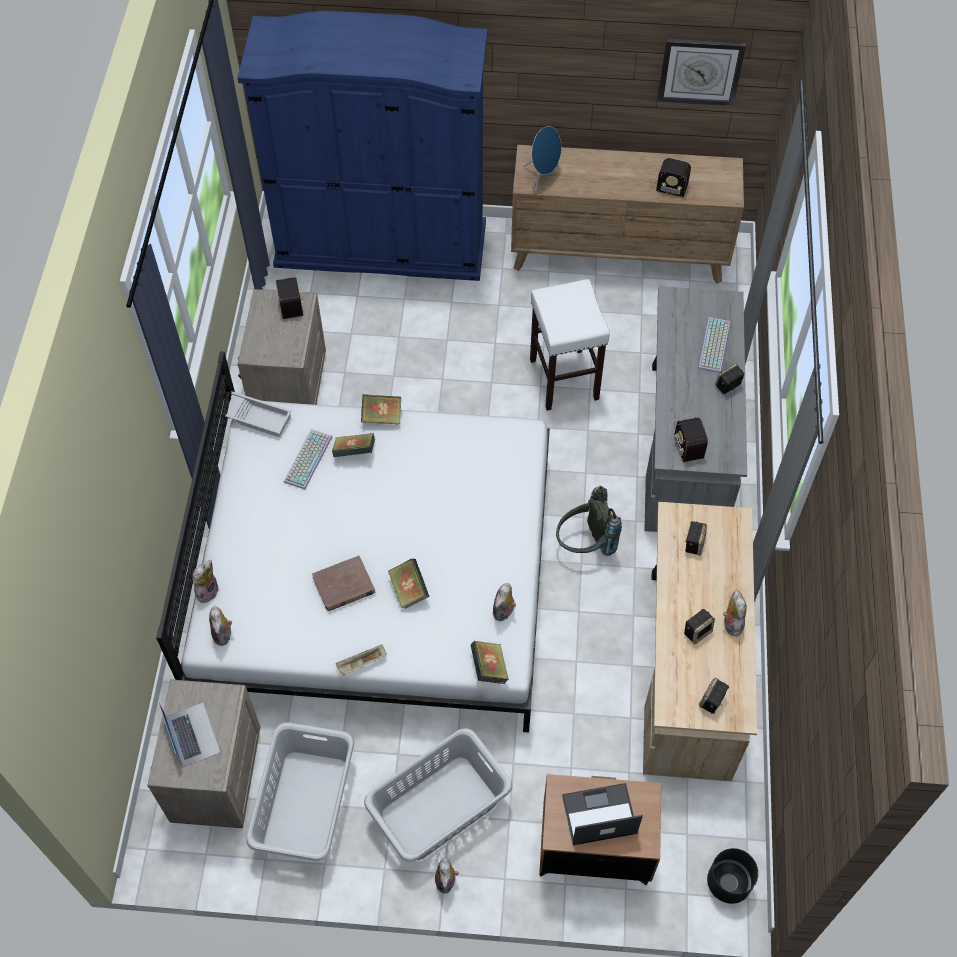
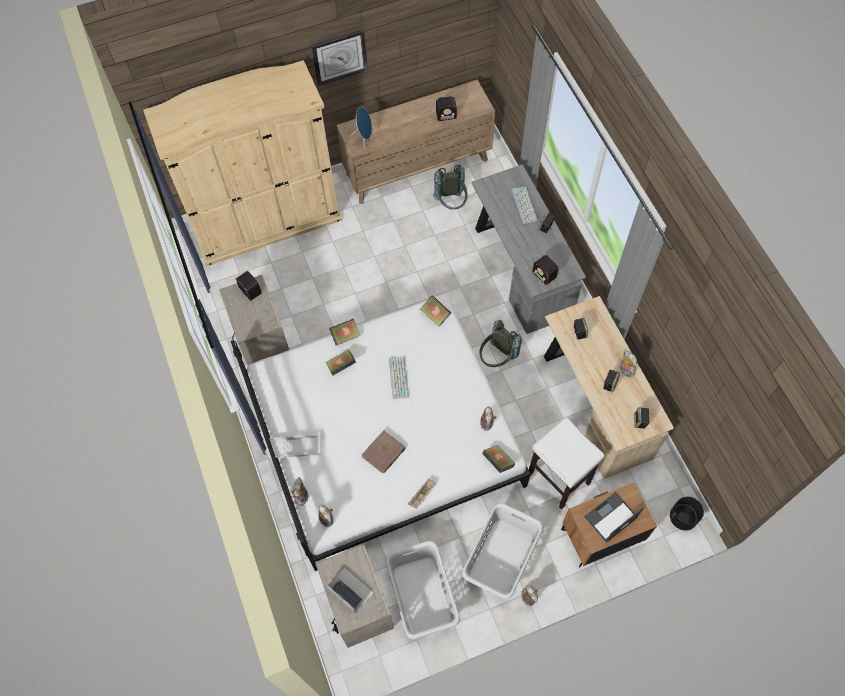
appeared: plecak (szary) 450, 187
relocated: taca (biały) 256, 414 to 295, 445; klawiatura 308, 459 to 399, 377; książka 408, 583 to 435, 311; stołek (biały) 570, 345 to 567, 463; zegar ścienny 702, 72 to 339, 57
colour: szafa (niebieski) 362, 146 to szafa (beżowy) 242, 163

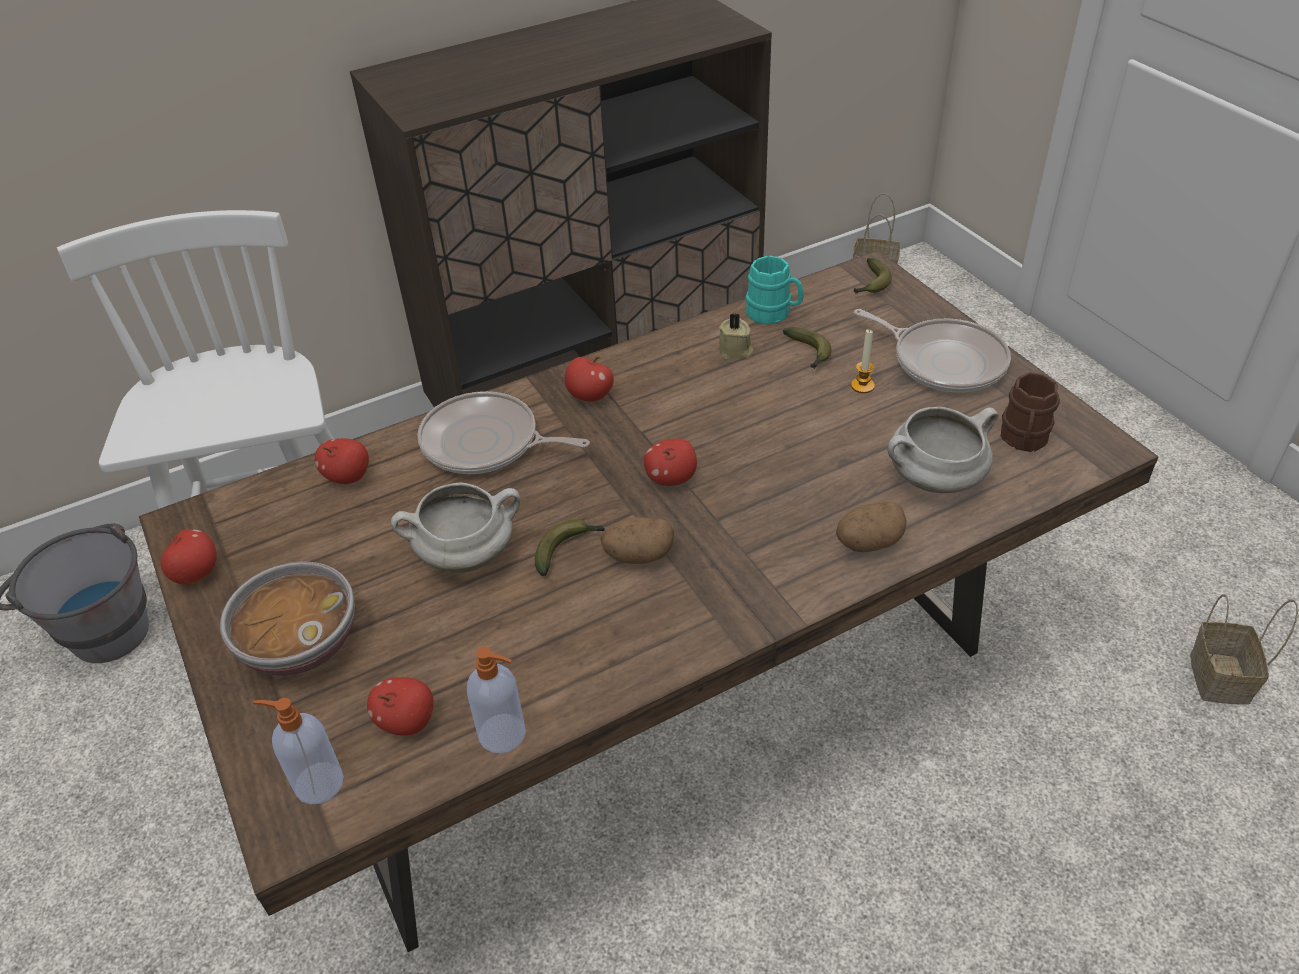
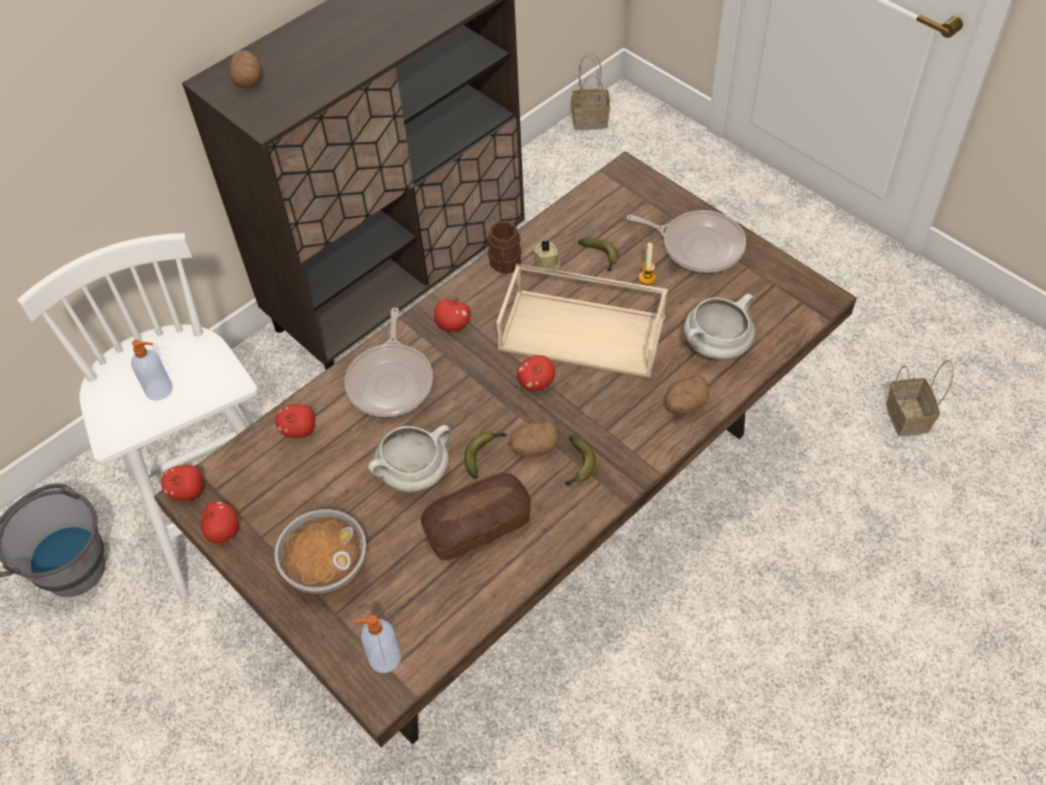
missing: kubek (turkusowy) 774, 290
appeared: ziemniak 245, 69; chleb 476, 516; taca (beżowy) 582, 321
relocated: jabłko 400, 706 to 182, 482; dozownik mydła 496, 700 to 152, 370; banan 873, 276 to 580, 461; kubek (brązowy) 1030, 412 to 505, 247
spun: patelnia 503, 432 = 389, 362 90 degrees counterclockwise

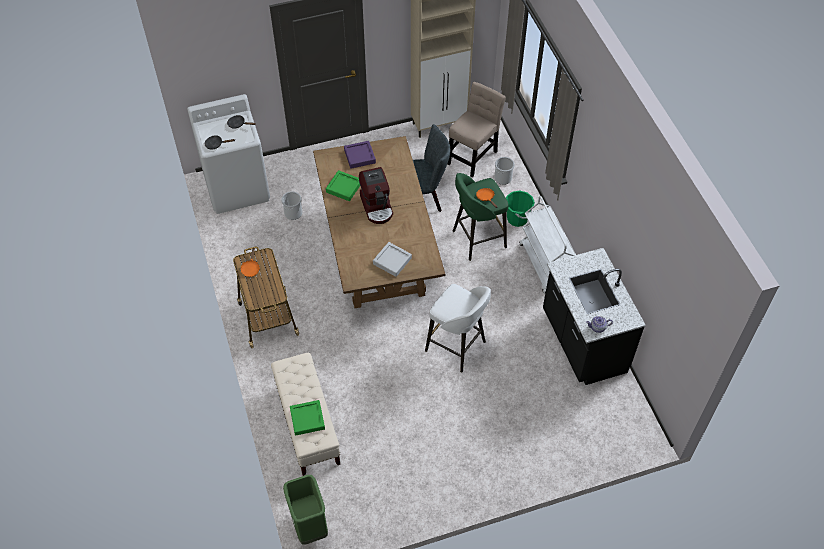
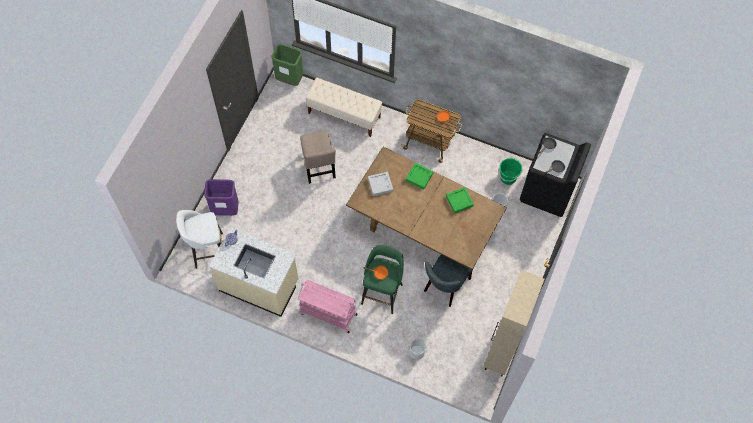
missing: taca (fioletowy) 360, 155; ekspres do kawy 376, 195
appeared: kosz na śmieci (fioletowy) 221, 197
relocated: taca (zielony) 307, 418 to 419, 176; stołek (biały) 458, 328 to 199, 239; krzesło (beżowy) 476, 129 to 318, 157; wiadro (zielony) 520, 209 to 510, 171
colour: pralka (biały) 228, 154 to pralka (czarny) 555, 175; wózek (biały) 547, 244 to wózek (różowy) 327, 306; zabudowa kuchenna (czarny) 594, 316 to zabudowa kuchenna (beżowy) 253, 272

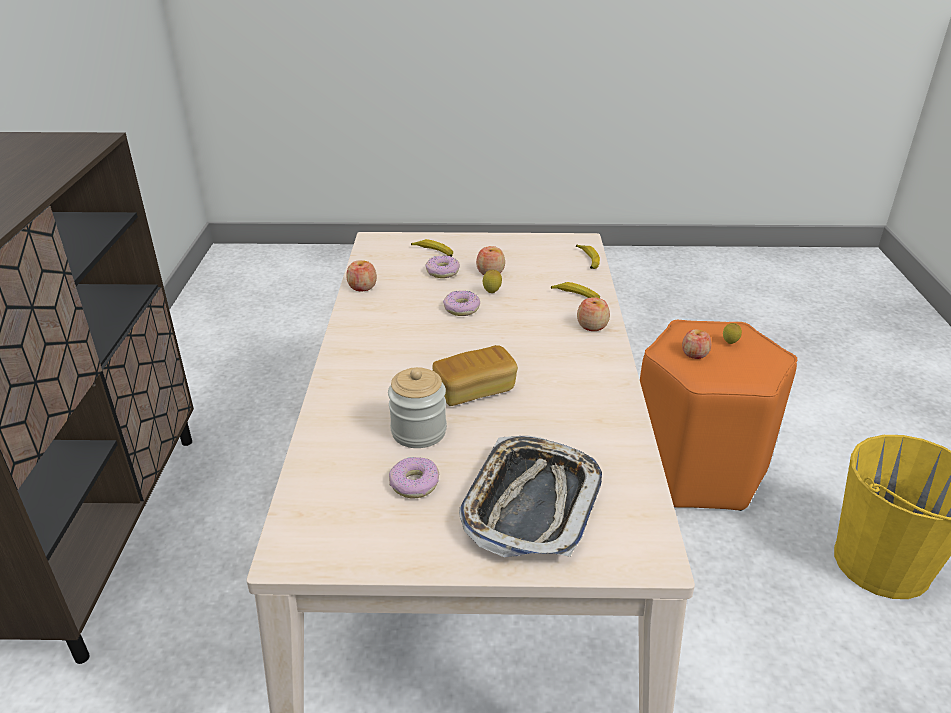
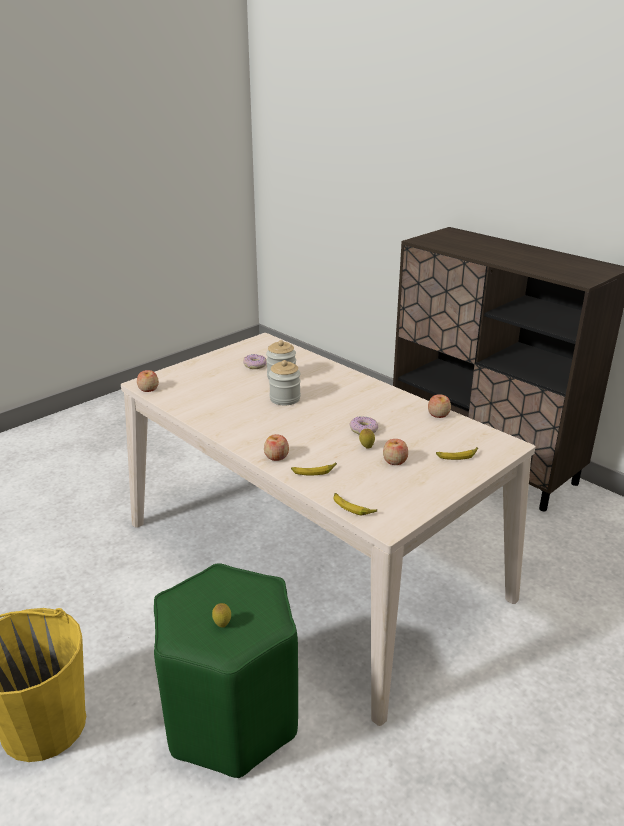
missing: donut 442, 266; taca 530, 497
relocated: jabłko 696, 344 to 148, 381
exchanged: chleb 475, 375 to słoik 285, 382
colour: stołek (pomarańczowy) 718, 415 to stołek (zielony) 226, 670

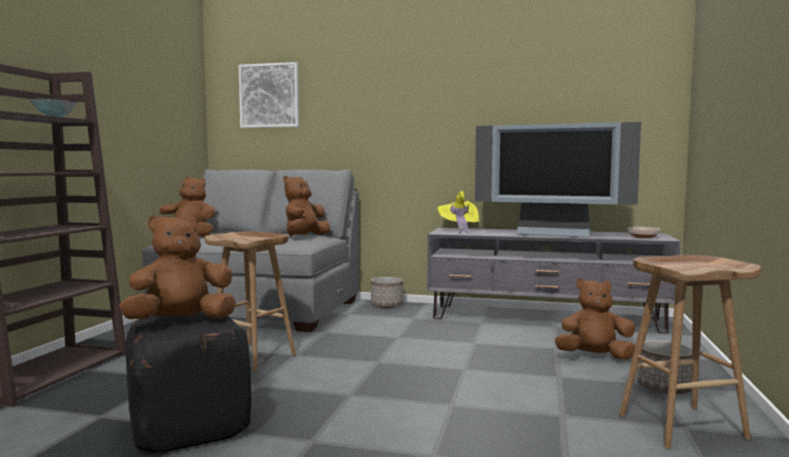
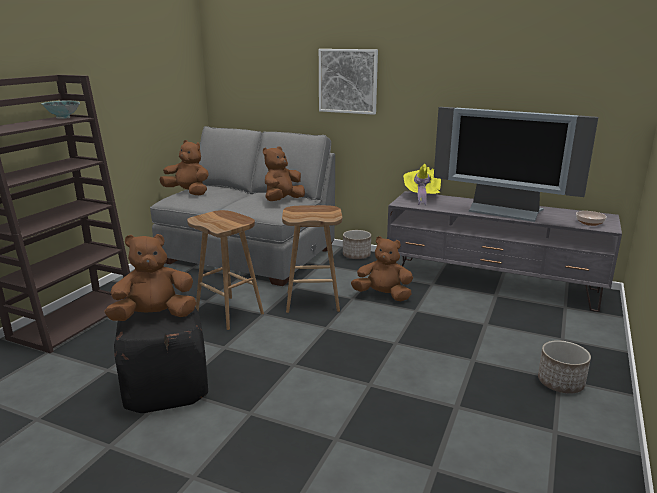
relocated: obraz 269, 95 to 348, 82; pluszak (brązowy) 595, 319 to 382, 268; stołek (brązowy) 690, 352 to 312, 259

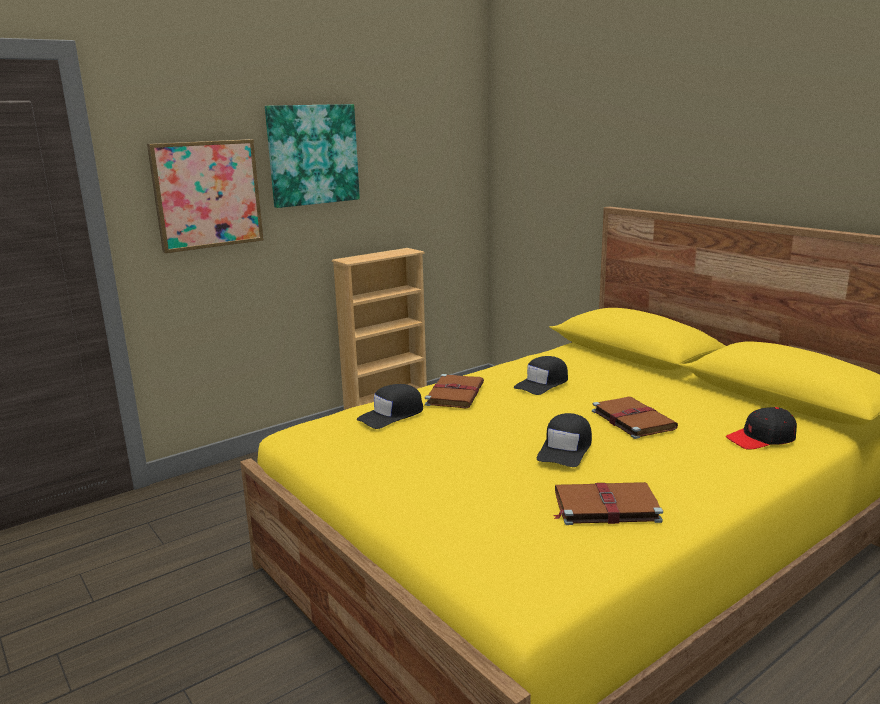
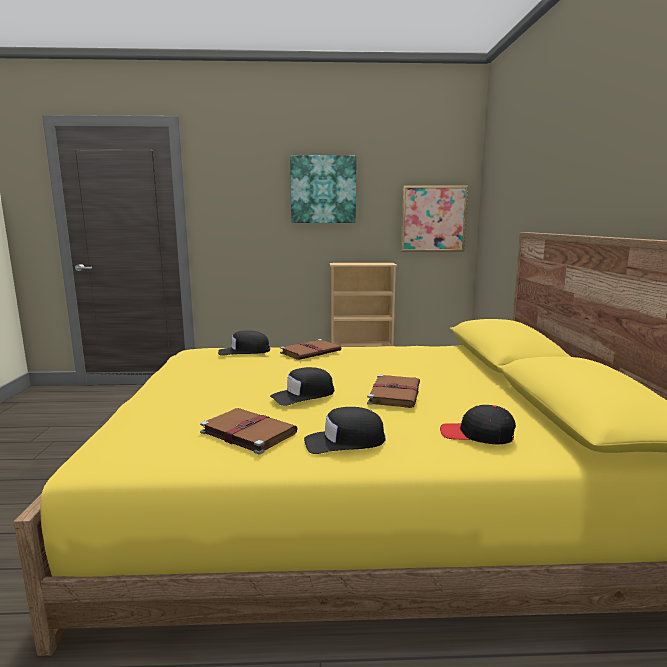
relocated: obraz 205, 196 to 434, 219; czapka z daszkiem (czarny) 541, 375 to 345, 430

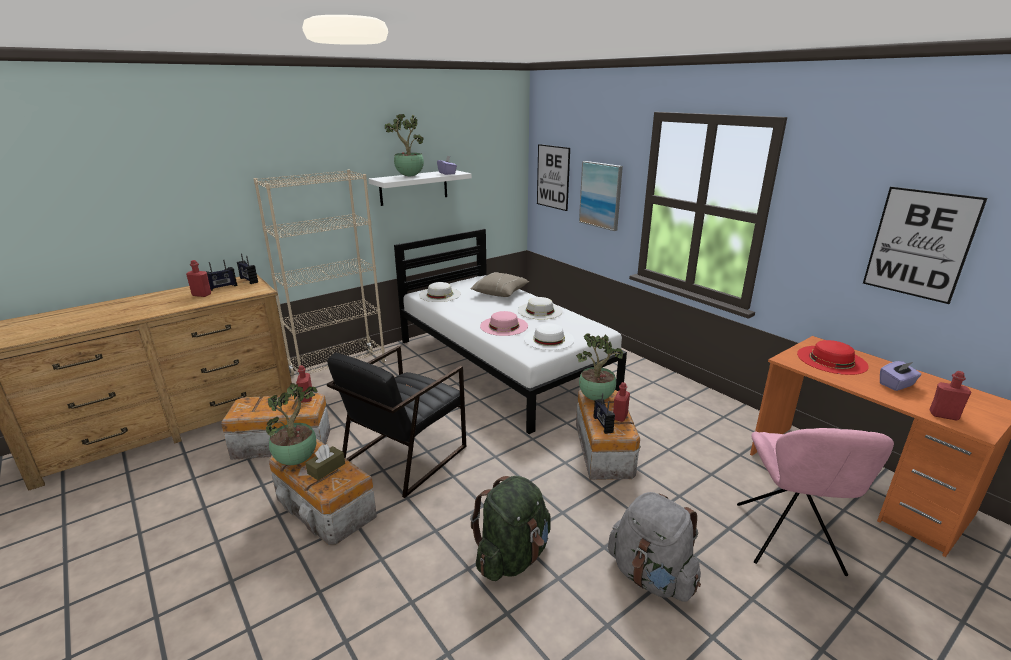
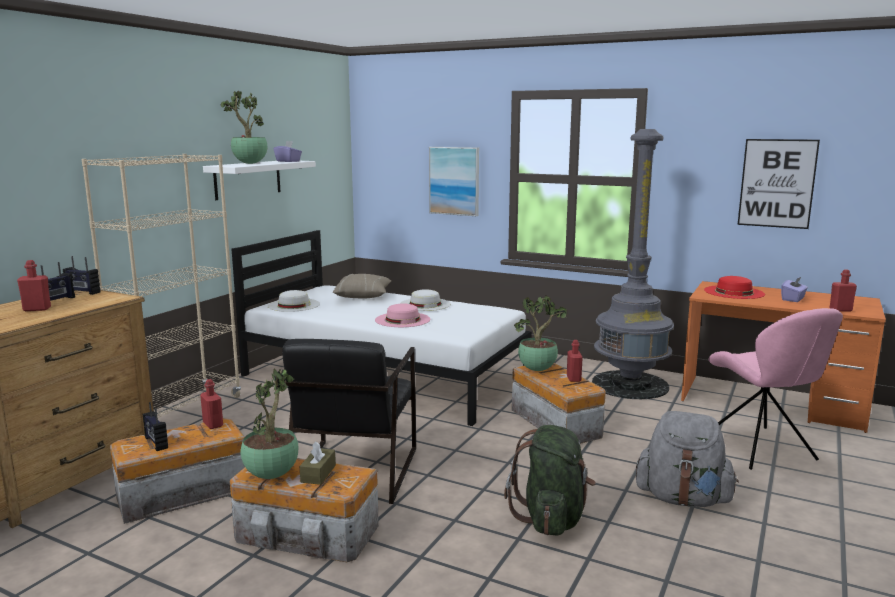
missing: kapelusz (biały) 549, 336; obraz 553, 177
appeared: lampa stojąca (szary) 633, 264
relocated: radio 604, 413 to 155, 426

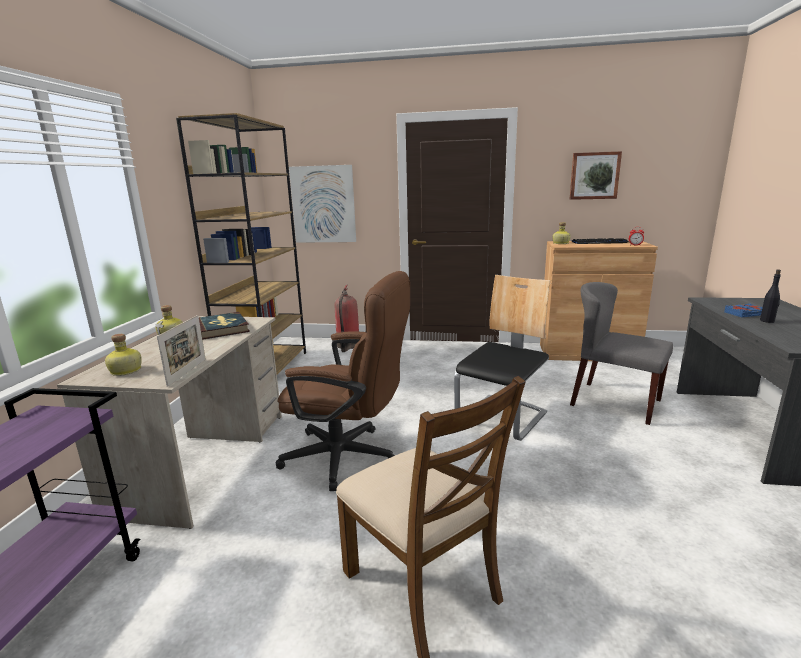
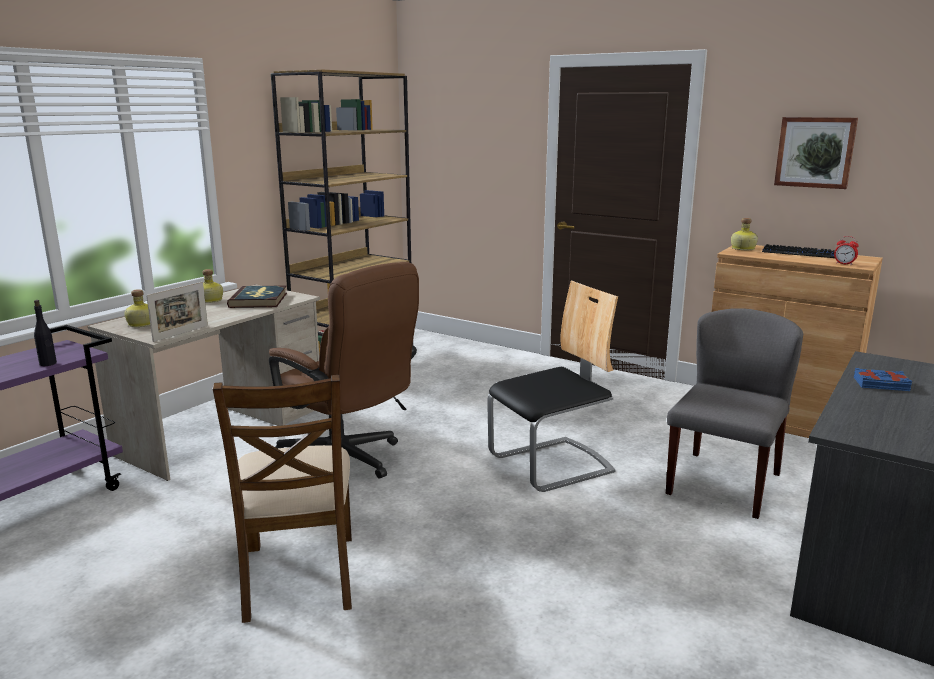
missing: obraz 322, 204; gaśnica 347, 318
relocated: butelka (czarny) 770, 296 to 45, 333
spun: krzesło (szary) 621, 353 = 734, 413 60 degrees clockwise

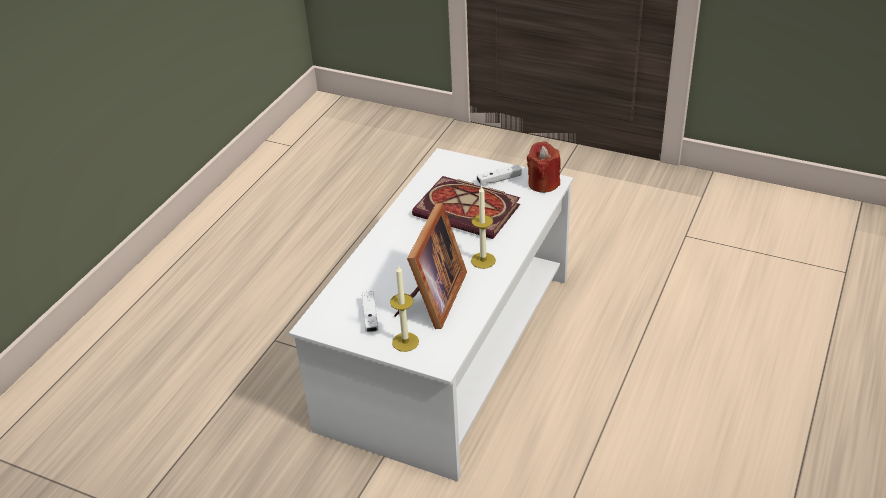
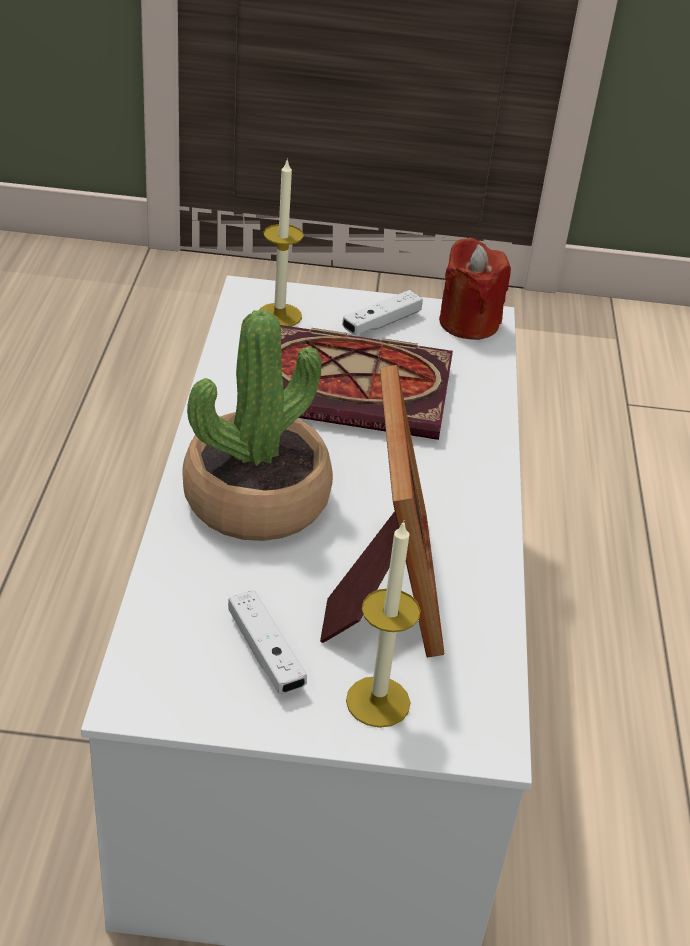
appeared: roślina doniczkowa 257, 425
relocated: świeca 483, 227 to 281, 242

